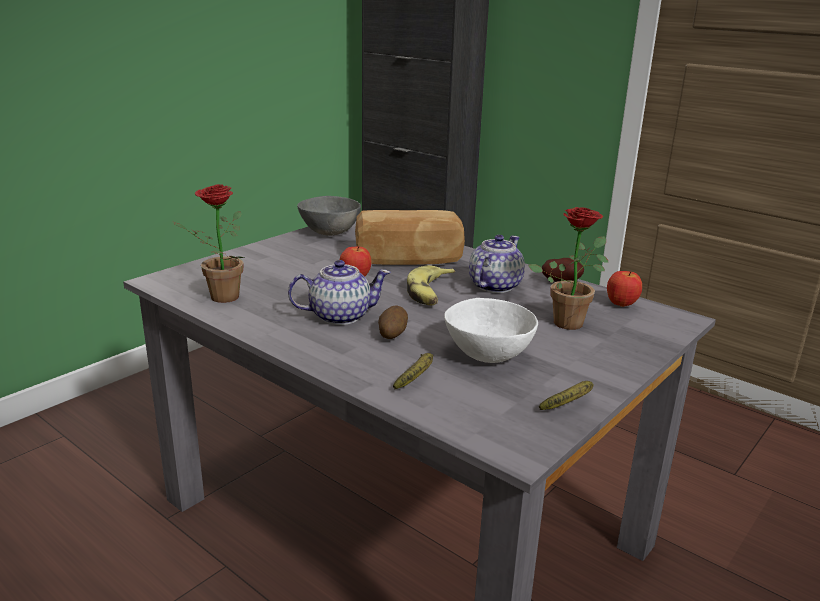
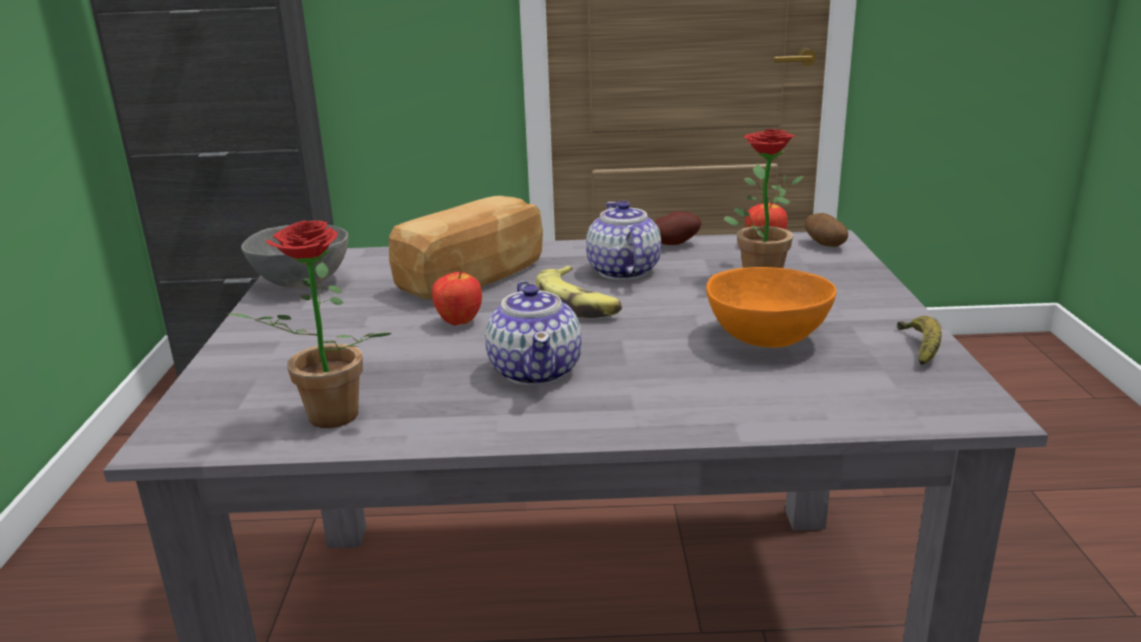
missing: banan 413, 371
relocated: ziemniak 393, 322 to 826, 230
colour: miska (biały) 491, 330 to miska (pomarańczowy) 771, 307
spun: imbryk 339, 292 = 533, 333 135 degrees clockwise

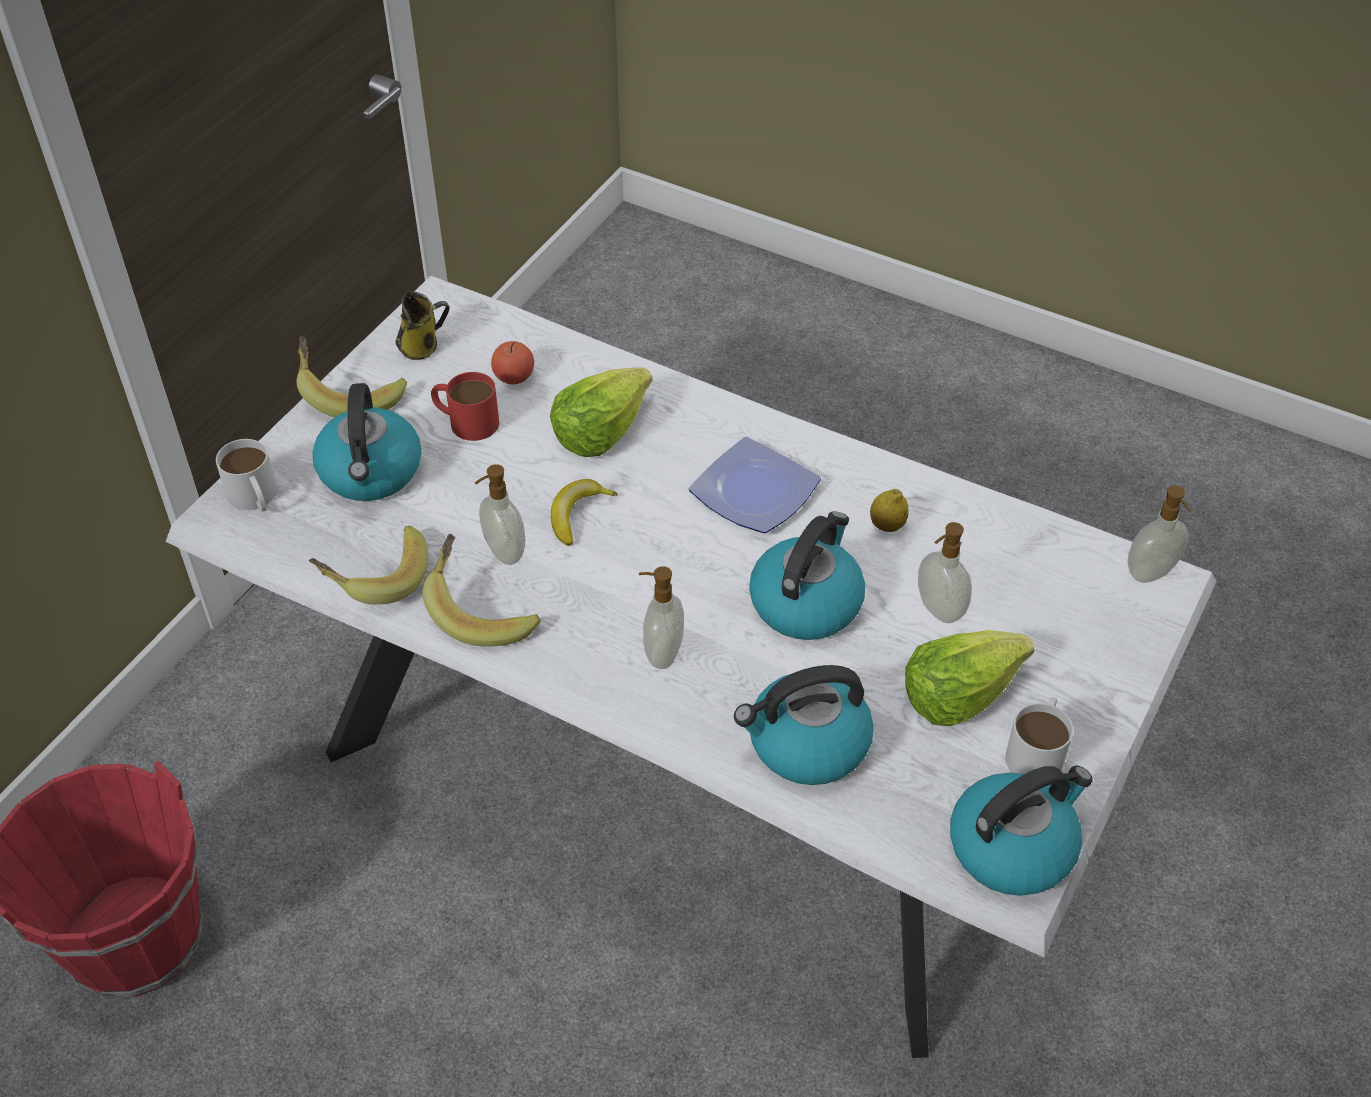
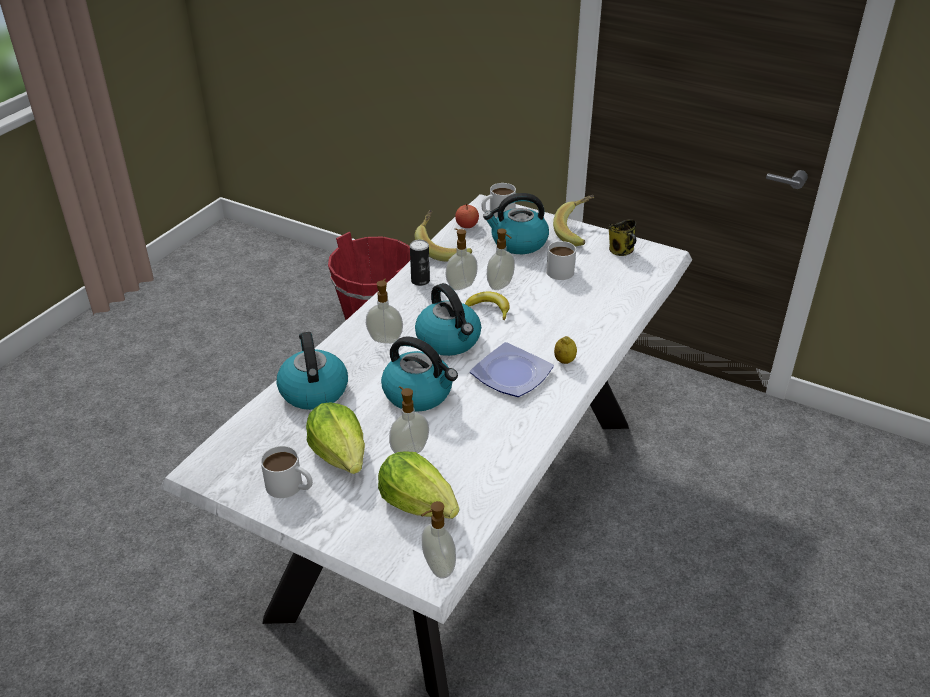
appeared: dozownik mydła 501, 259
relocated: jabłko 512, 362 to 467, 216; sałata 601, 412 to 418, 485; cytryna 889, 510 to 565, 350; czajnik 1021, 831 to 448, 319
exchanged: banan 482, 590 to puszka 420, 263
colour: kubek (czerwony) 465, 406 to kubek (biały) 561, 260

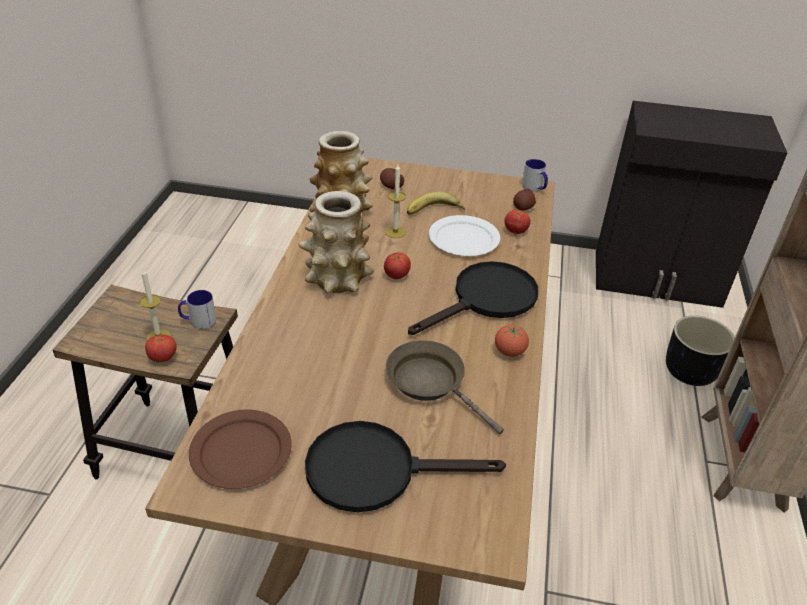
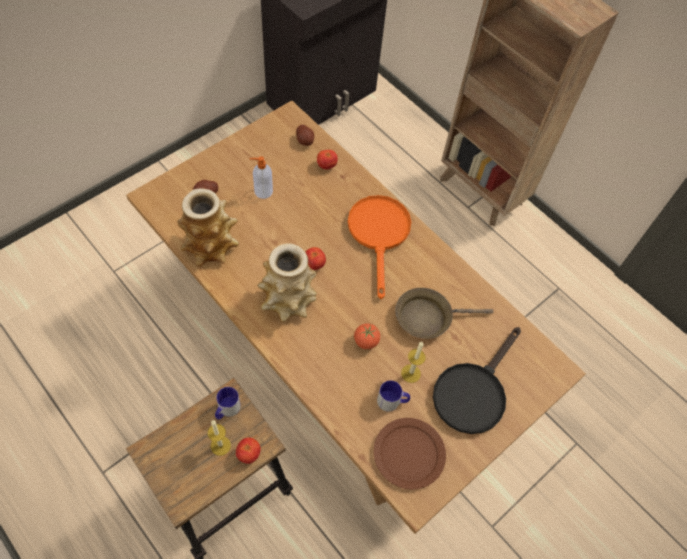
missing: talerz (biały) 464, 235; donica (czarny) 700, 350
relocated: świeca 395, 201 to 413, 362; pomidor 512, 341 to 367, 336; kubek 535, 175 to 393, 396
exchanged: banan 436, 203 to dozownik mydła 261, 177
colour: patelnia (czarny) 473, 298 to patelnia (pomarańczowy) 379, 247

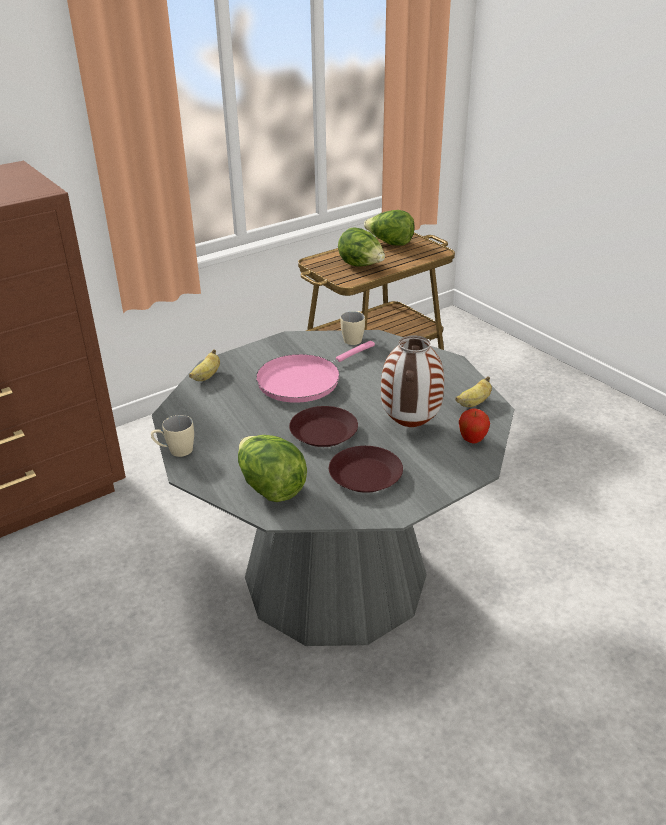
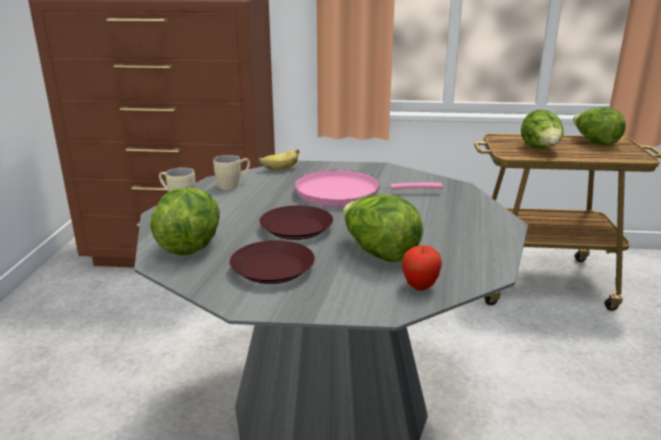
missing: banan 473, 391
relocated: kubek (beżowy) 352, 328 to 231, 172
exchanged: wazon 412, 381 to sałata 383, 228

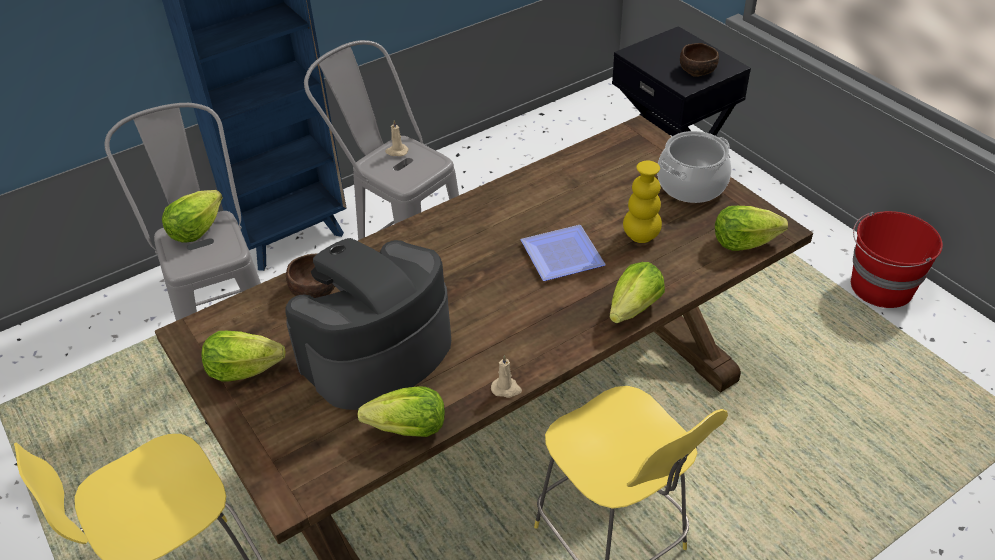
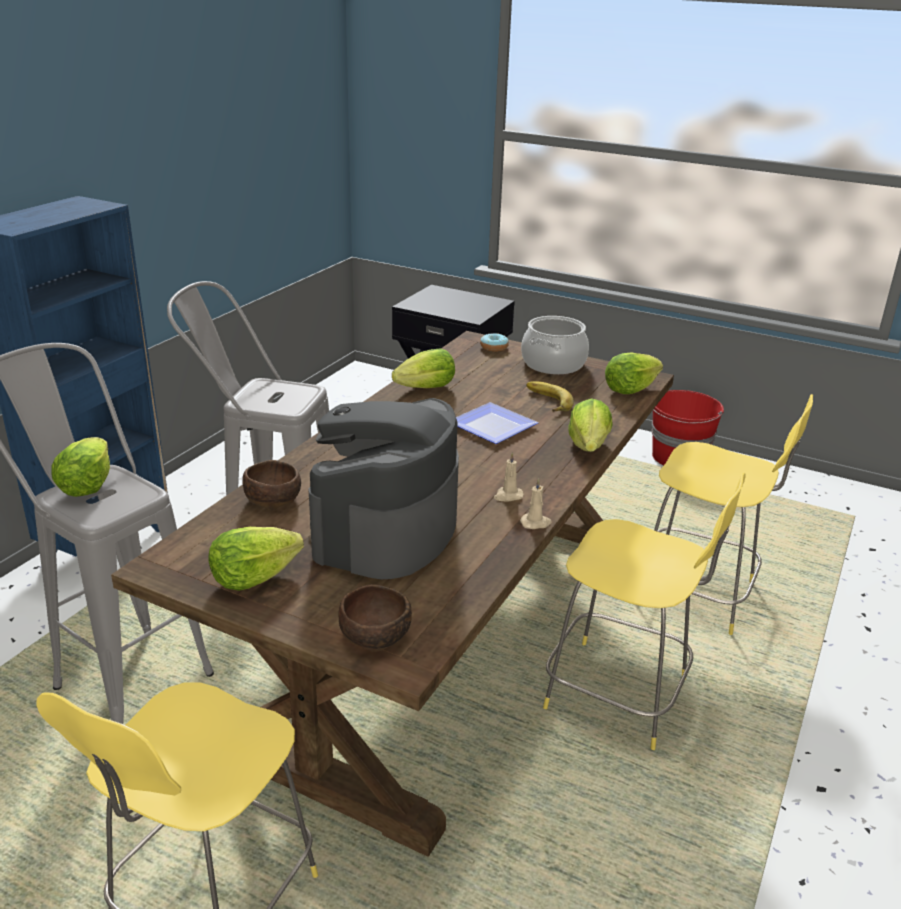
appeared: donut 494, 342; stołek (żółty) 733, 514
relocated: sałata 401, 411 to 423, 368; świeca (beżowy) 397, 138 to 509, 476; miska (brązowy) 699, 60 to 375, 618
exchanged: wazon (żółty) 642, 201 to banan 550, 396

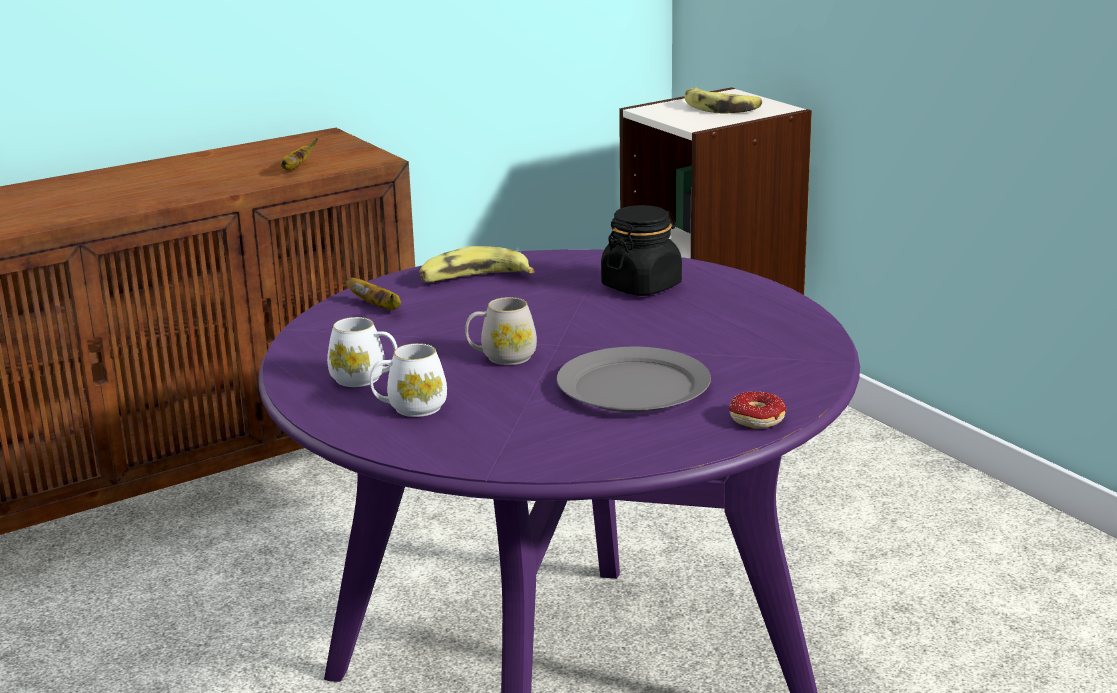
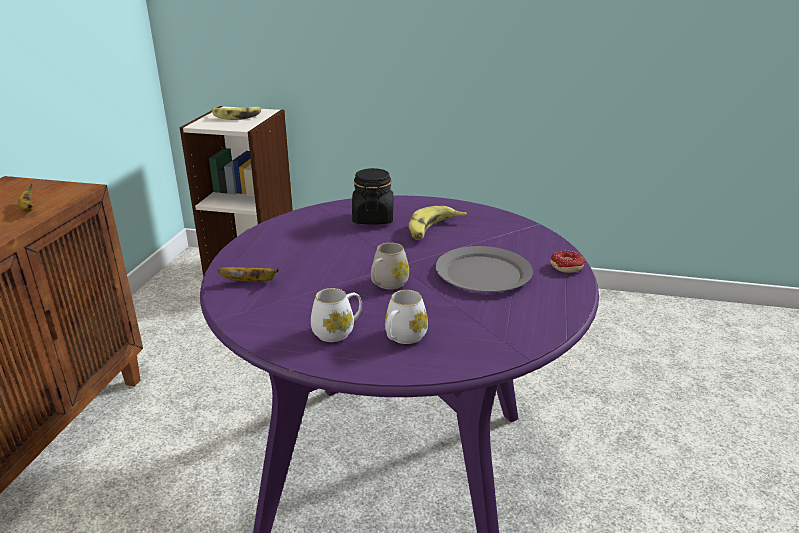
relocated: banan 477, 264 to 437, 223

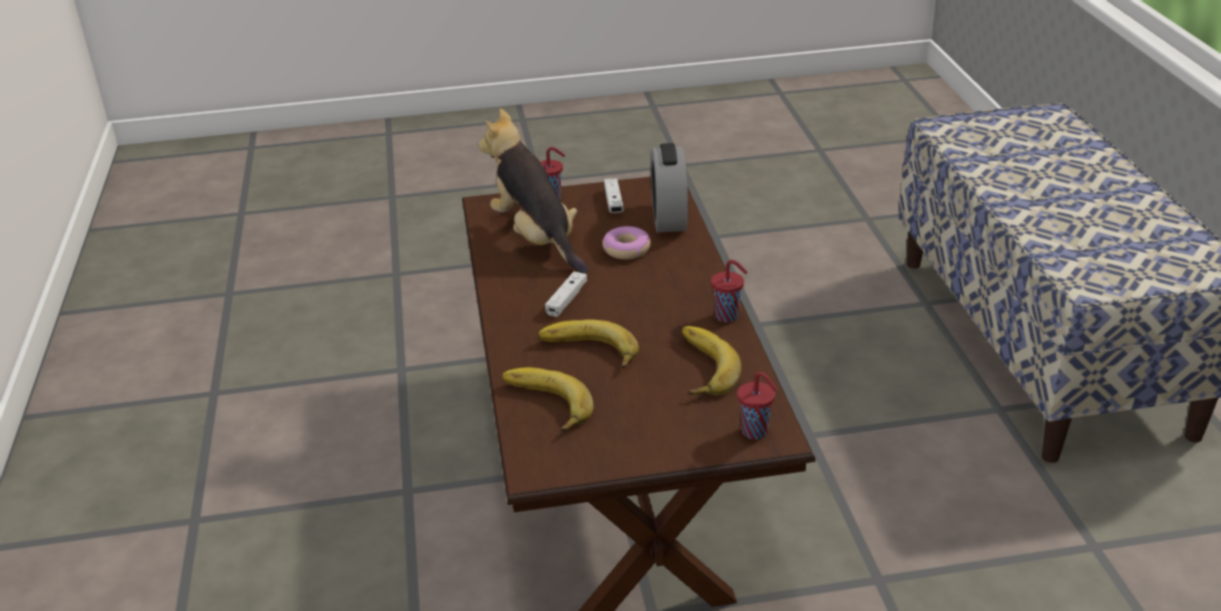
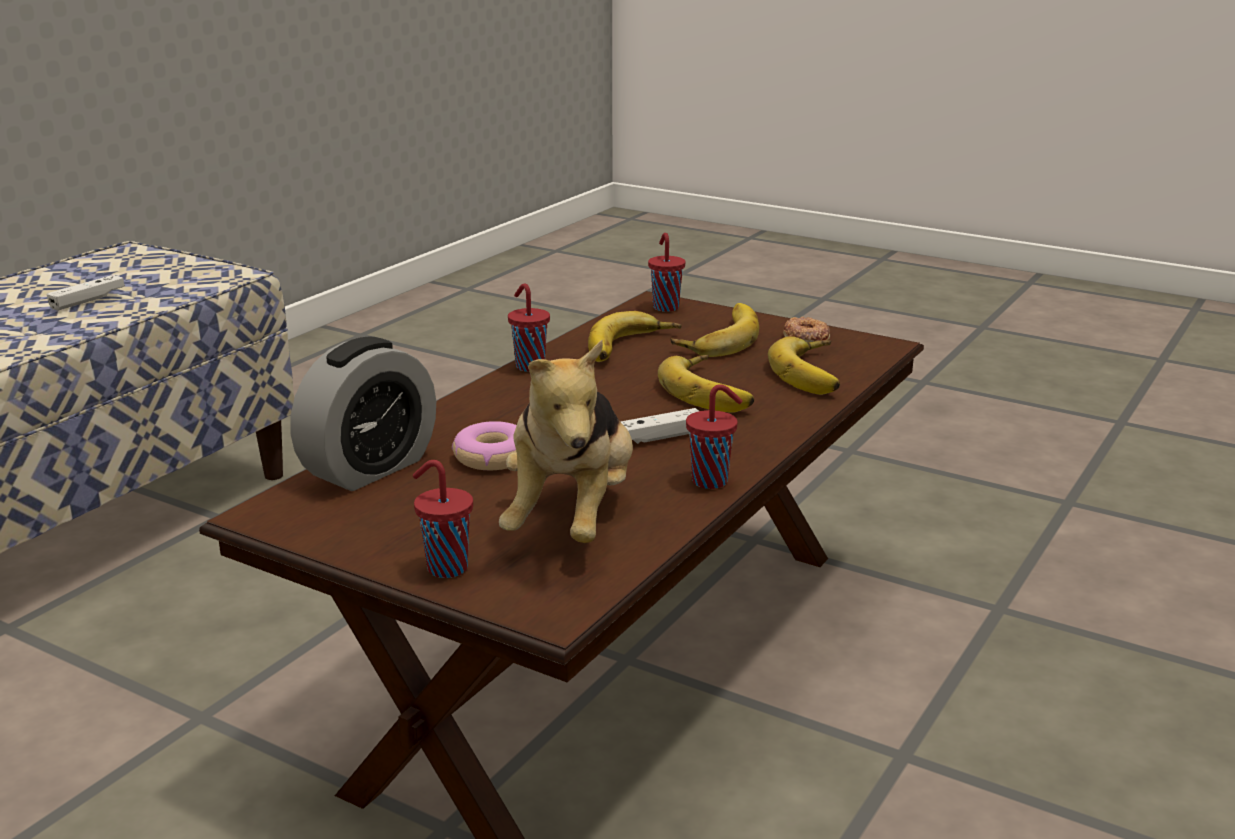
appeared: banan 714, 330; filiżanka (czerwony) 714, 436; donut 806, 329
relocated: pad do gier (biały) 614, 195 to 86, 293

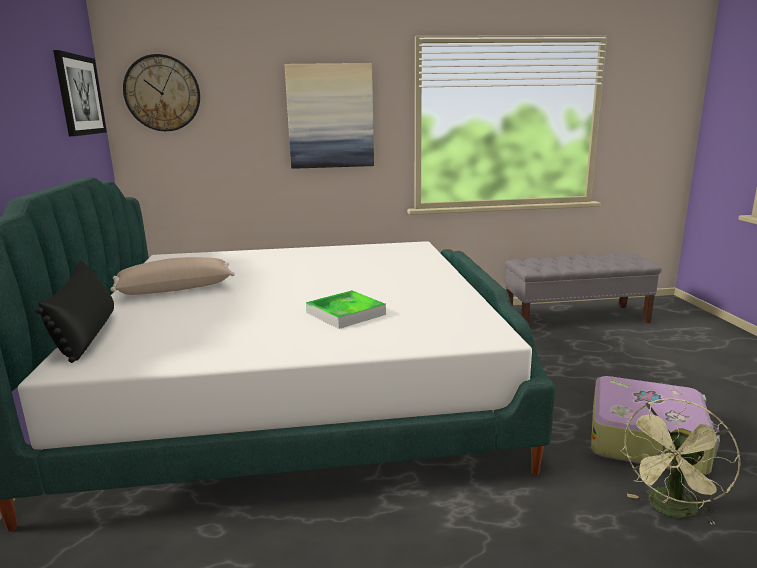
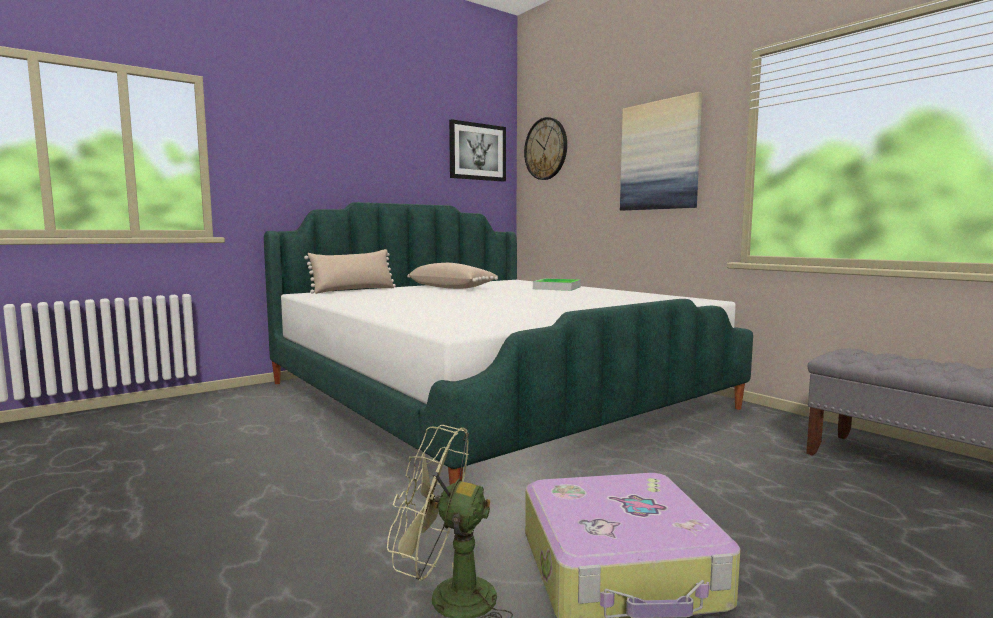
relocated: taca 346, 309 to 557, 284
colour: poduszka (czarny) 75, 312 to poduszka (beżowy) 350, 271

